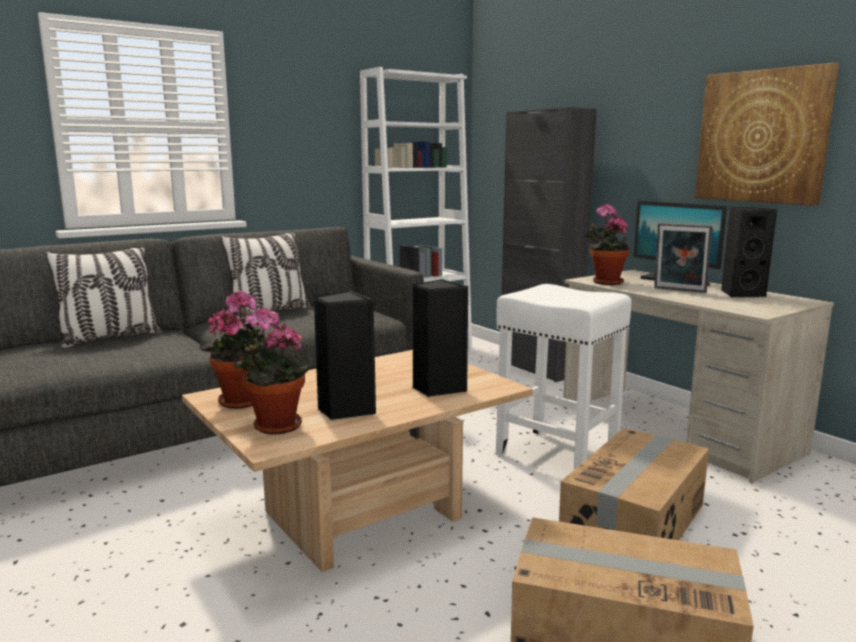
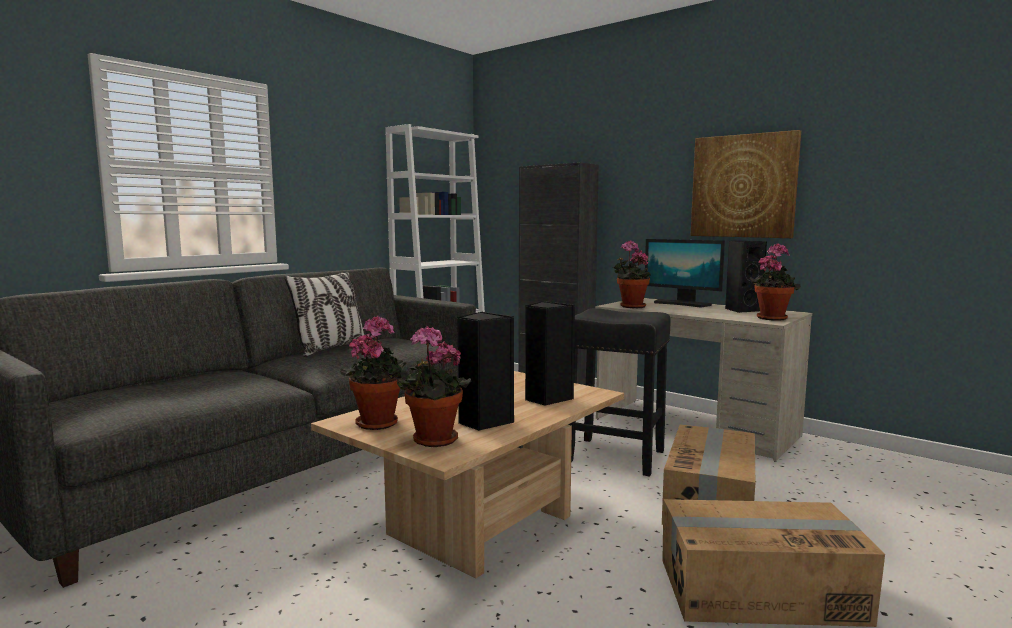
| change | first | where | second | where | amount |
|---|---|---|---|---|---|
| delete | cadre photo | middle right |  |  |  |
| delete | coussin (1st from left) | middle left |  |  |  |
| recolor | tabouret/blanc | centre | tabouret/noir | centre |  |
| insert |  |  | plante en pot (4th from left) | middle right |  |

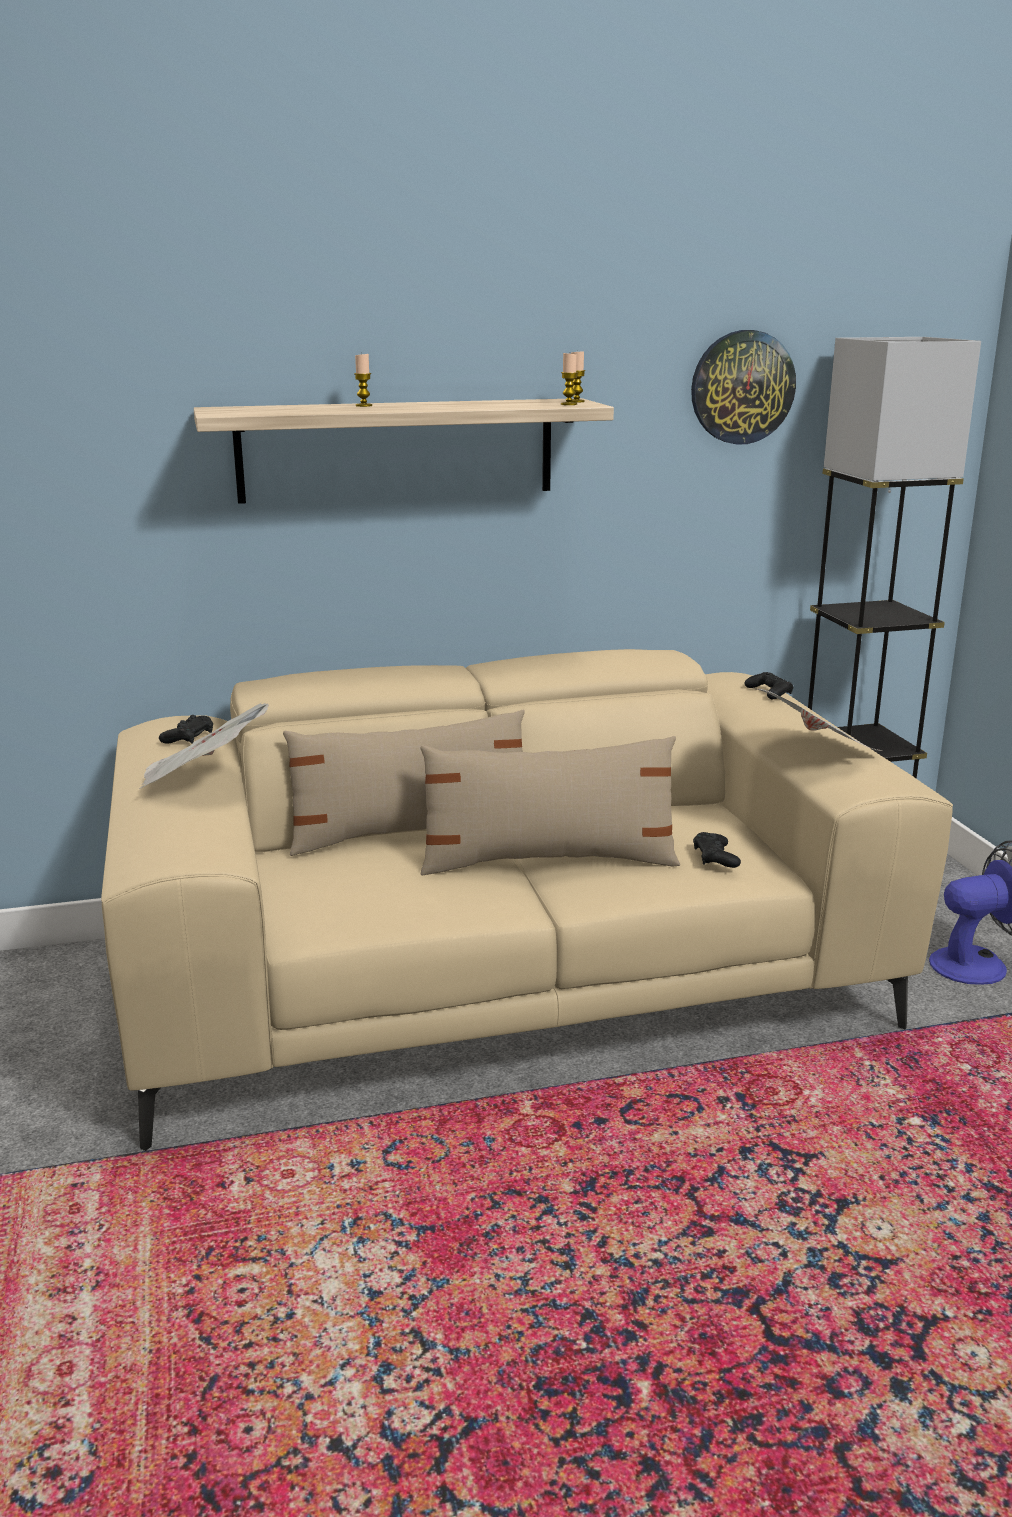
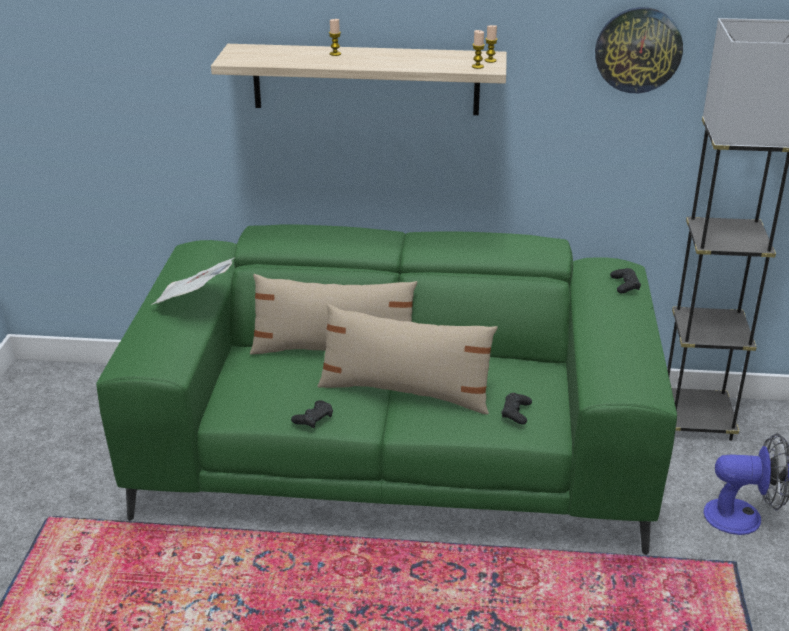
| change | first | where | second | where | amount |
|---|---|---|---|---|---|
| recolor | canapé/beige | centre | canapé/vert | centre |  |
| delete | journal (2nd from left) | middle right |  |  |  |
| move | manette/noir (1st from left) | middle left |  | centre |  |

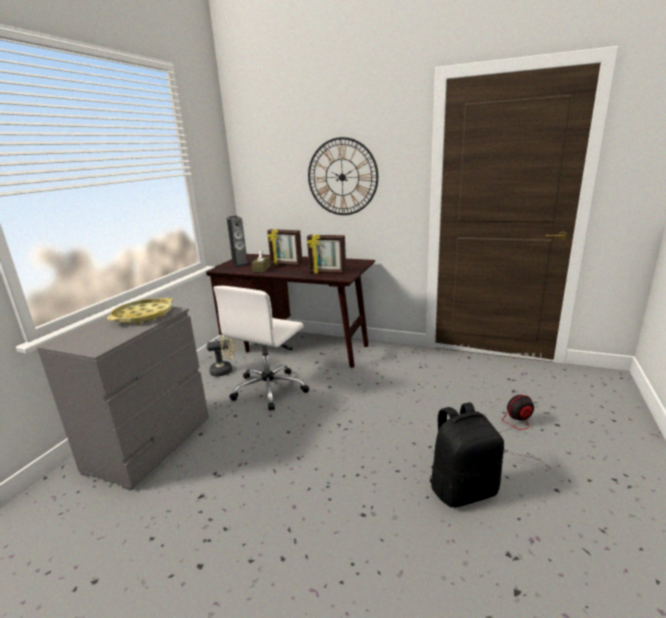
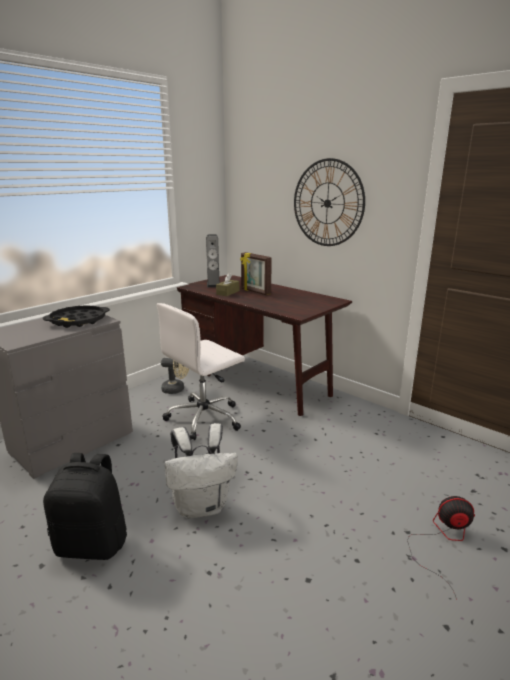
| change | first | where | second | where | amount |
|---|---|---|---|---|---|
| delete | cadre photo (2nd from left) | centre |  |  |  |
| recolor | plateau/jaune | middle left | plateau/noir | middle left |  |
| move | sac à dos/noir | bottom right |  | bottom left |  |
| insert |  |  | sac à dos/blanc | bottom centre |  |

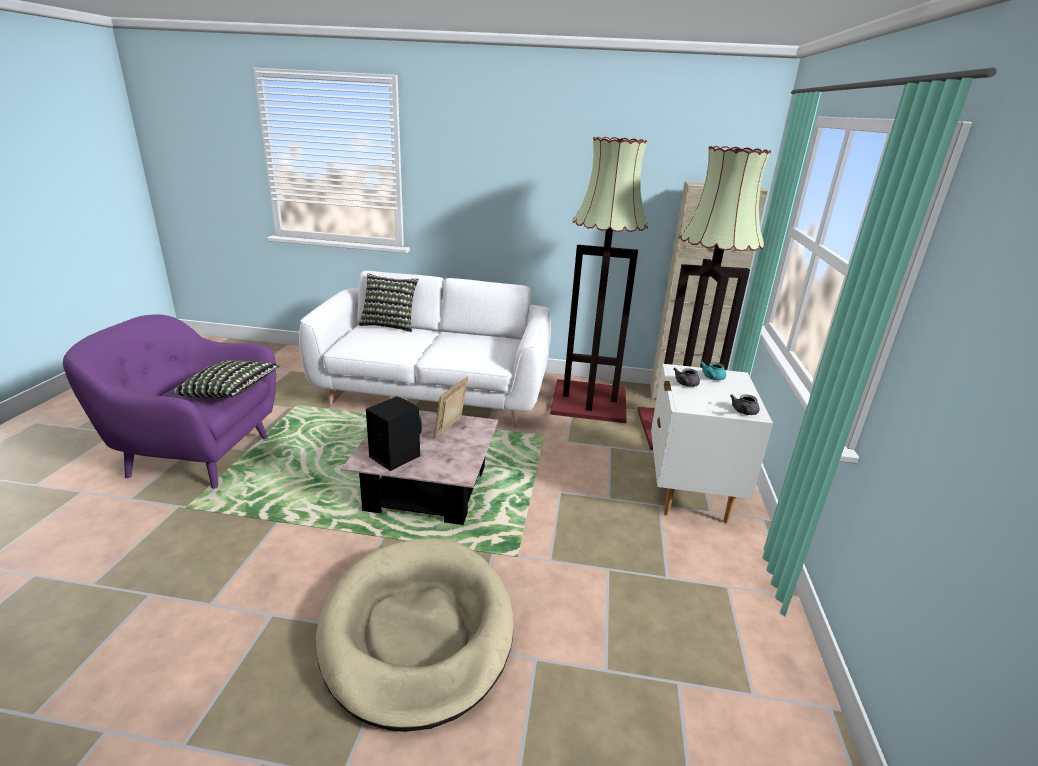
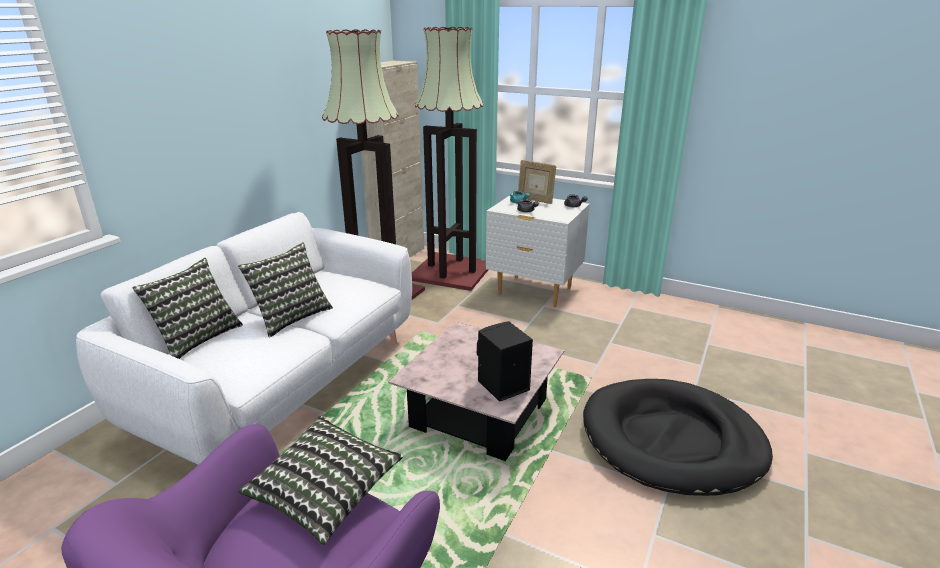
| change | first | where | second | where | amount |
|---|---|---|---|---|---|
| move | cadre photo | centre |  | top centre |  |
| recolor | panier pour chien/beige | bottom centre | panier pour chien/noir | bottom right |  |
| insert |  |  | coussin (2nd from left) | middle left |  |

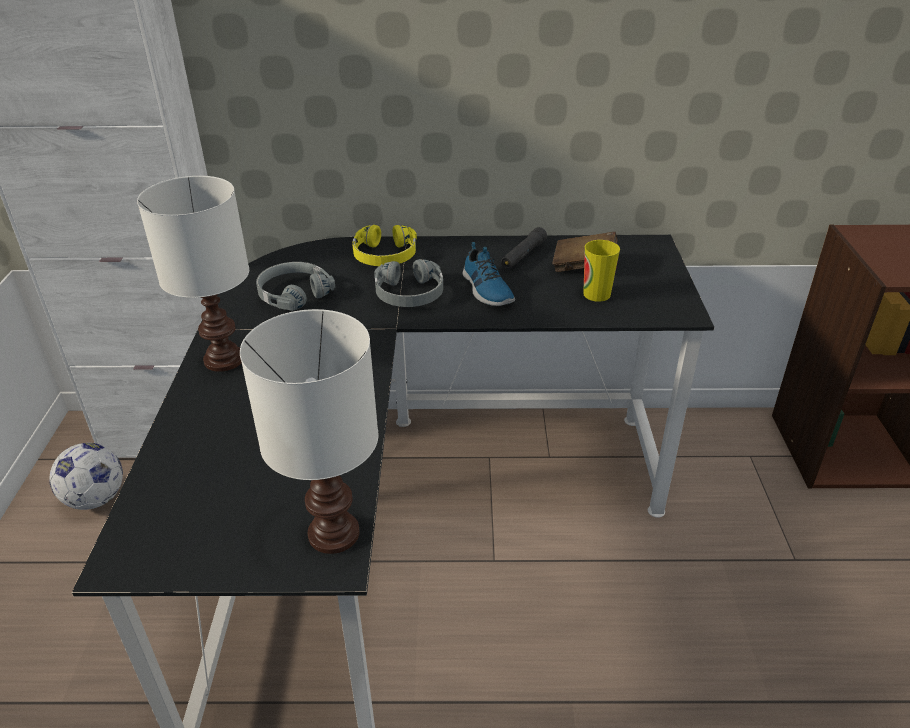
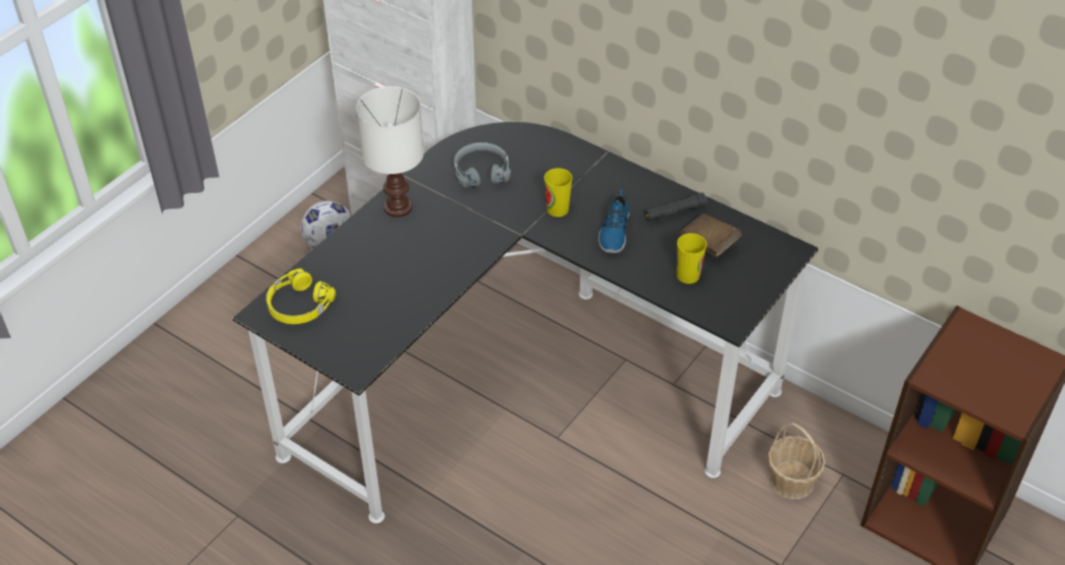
| change | first | where | second | where | amount |
|---|---|---|---|---|---|
| move | casque audio/jaune | centre |  | middle left |  |
| replace | casque audio/gris (2nd from left) | centre | tasse (1st from left) | centre |  |
| delete | lampe de table/blanc (2nd from left) | centre |  |  |  |
| insert |  |  | panier | bottom right |  |

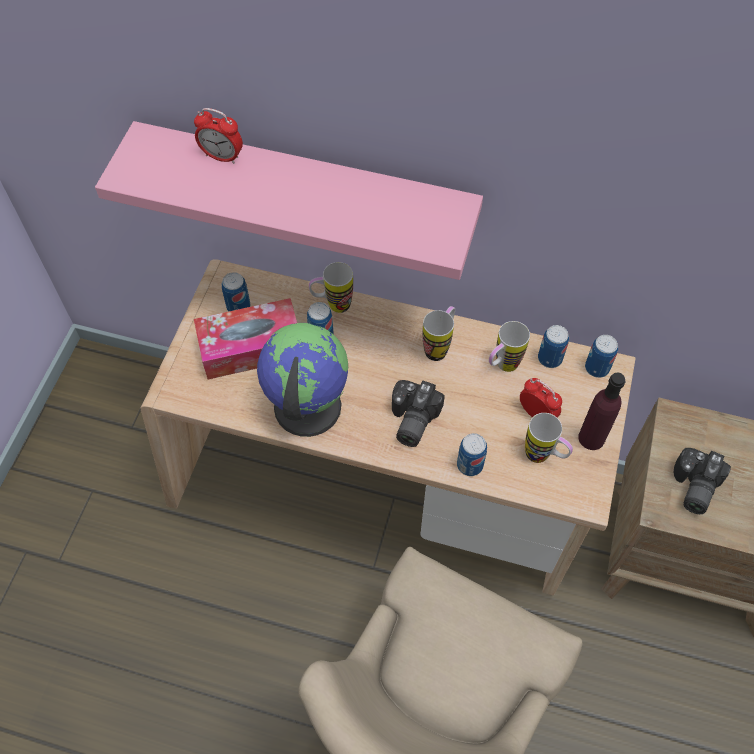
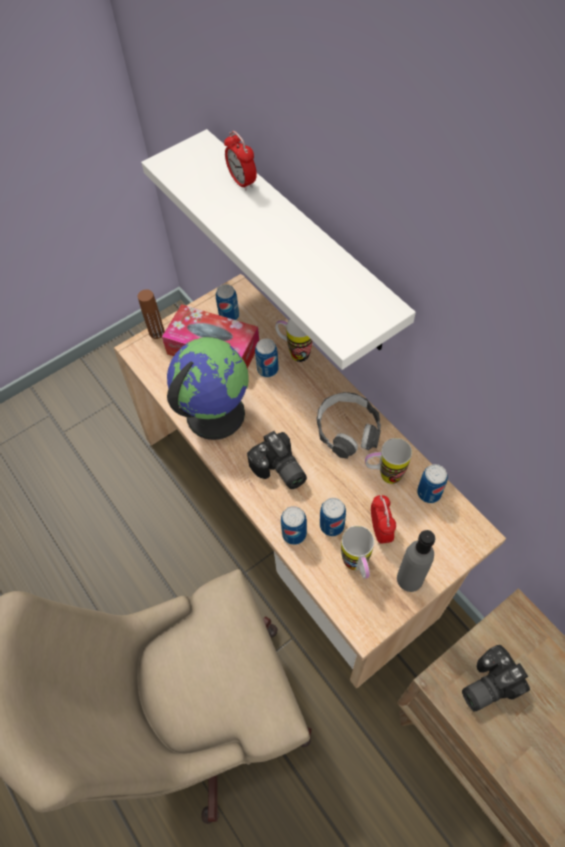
| change | first | where | second | where | amount |
|---|---|---|---|---|---|
| recolor | étagère/rose | top centre | étagère/blanc | top centre |  |
| replace | mug (2nd from left) | centre | casque audio | centre |  |
| move | boîte métallique (5th from left in the first image) | middle right | boîte métallique (4th from left) | centre |  |
| recolor | bouteille/violet | middle right | bouteille/gris | middle right |  |
| rotate | appareil photo (1st from left) | centre |  | centre | 90 degrees counterclockwise |
| insert |  |  | bouteille/marron | middle left |  |

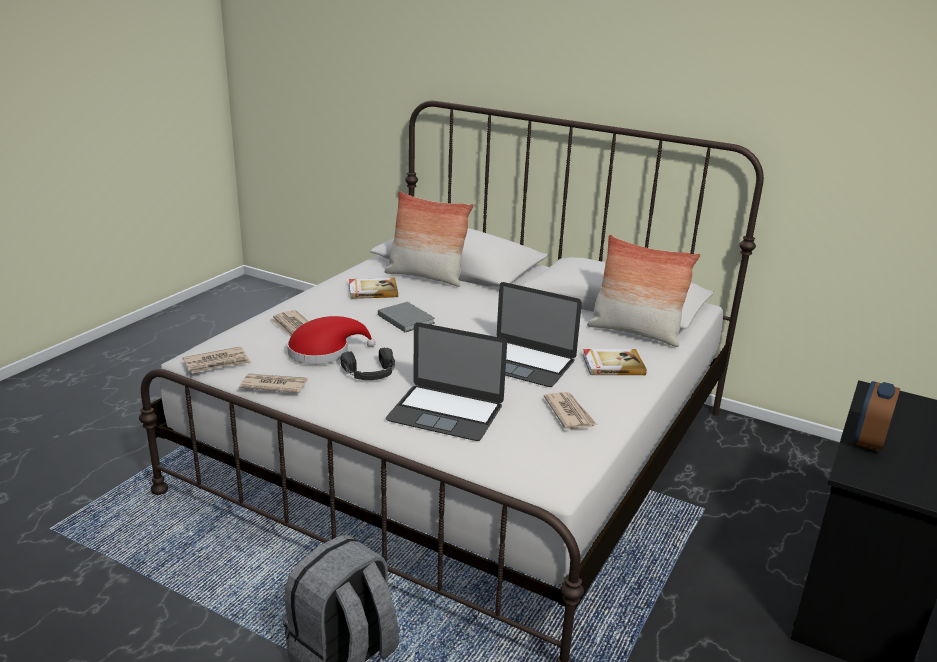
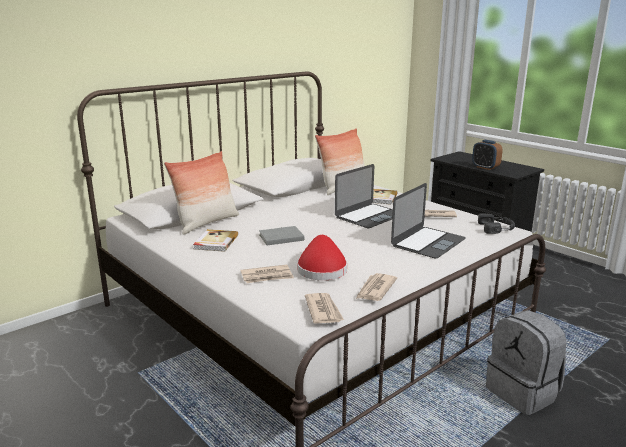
| change | first | where | second | where | amount |
|---|---|---|---|---|---|
| move | casque audio/noir | centre |  | middle right |  |

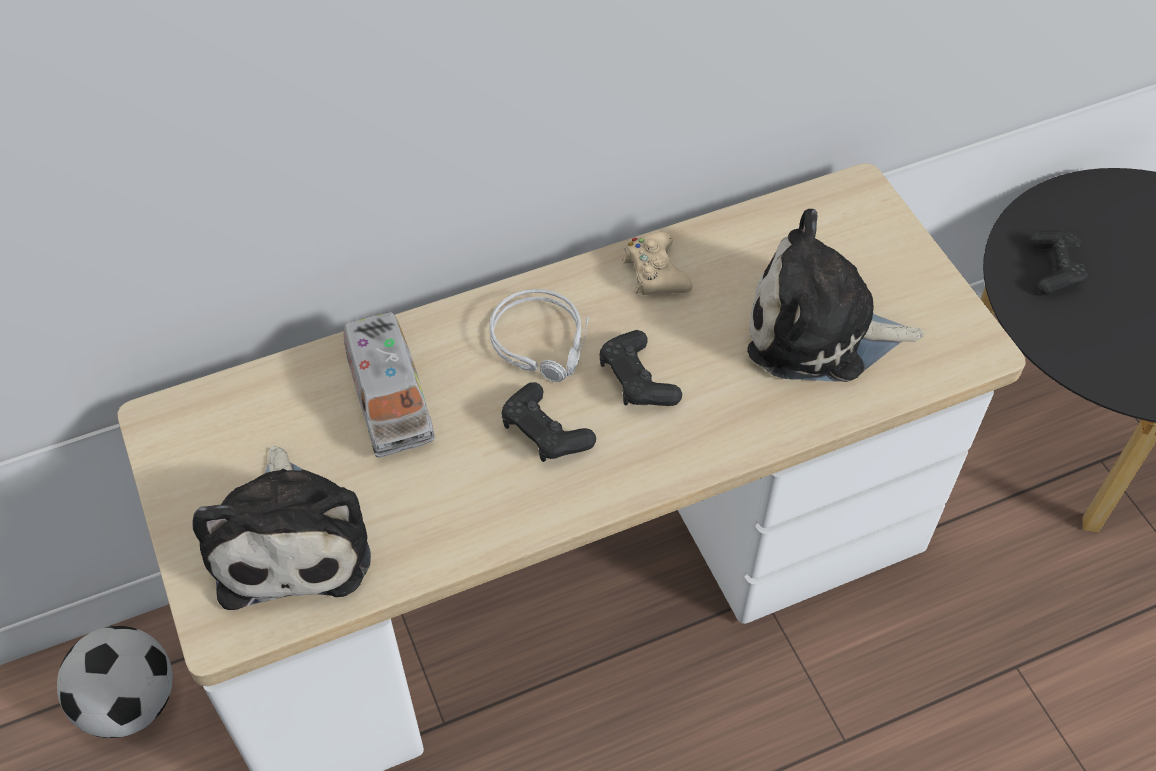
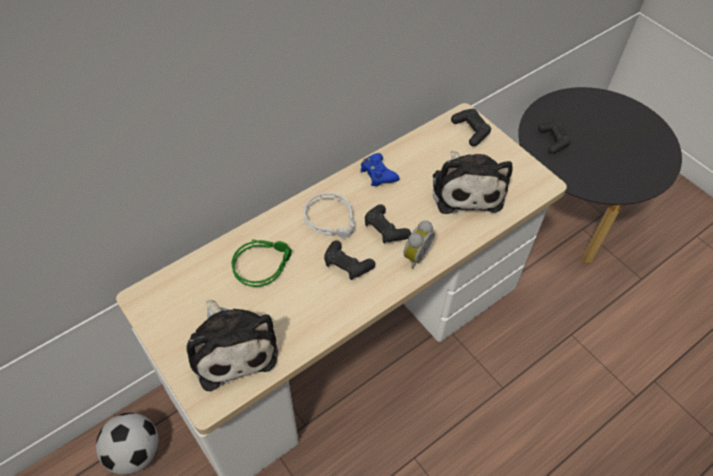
| change | first | where | second | where | amount |
|---|---|---|---|---|---|
| rotate | peluche (2nd from left) | middle right |  | centre | 90 degrees counterclockwise |
| recolor | manette/beige | centre | manette/bleu | centre |  |
| replace | camion jouet | centre | casque audio/vert | centre |  |
| insert |  |  | manette/noir (3rd from left) | top centre |  |
| insert |  |  | réveil | centre |  |

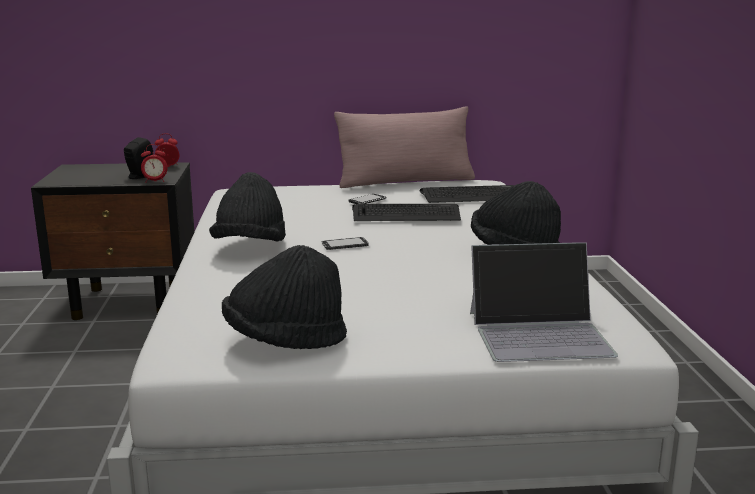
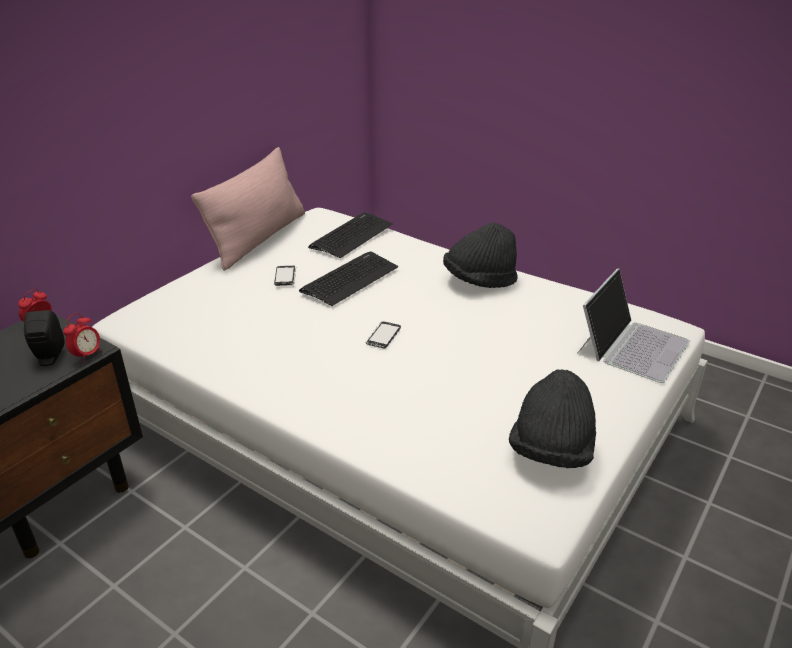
| change | first | where | second | where | amount |
|---|---|---|---|---|---|
| delete | chapeau/noir (1st from left) | middle left |  |  |  |

